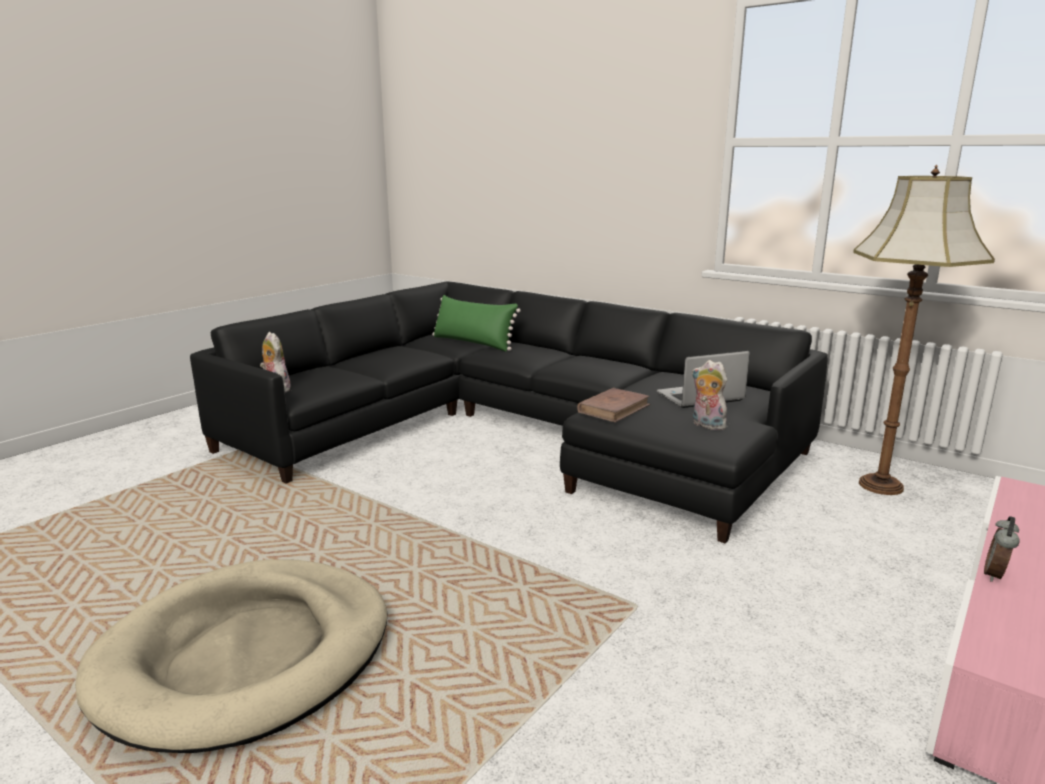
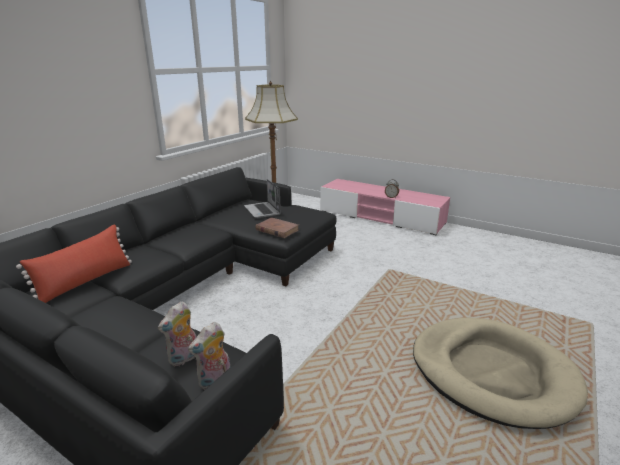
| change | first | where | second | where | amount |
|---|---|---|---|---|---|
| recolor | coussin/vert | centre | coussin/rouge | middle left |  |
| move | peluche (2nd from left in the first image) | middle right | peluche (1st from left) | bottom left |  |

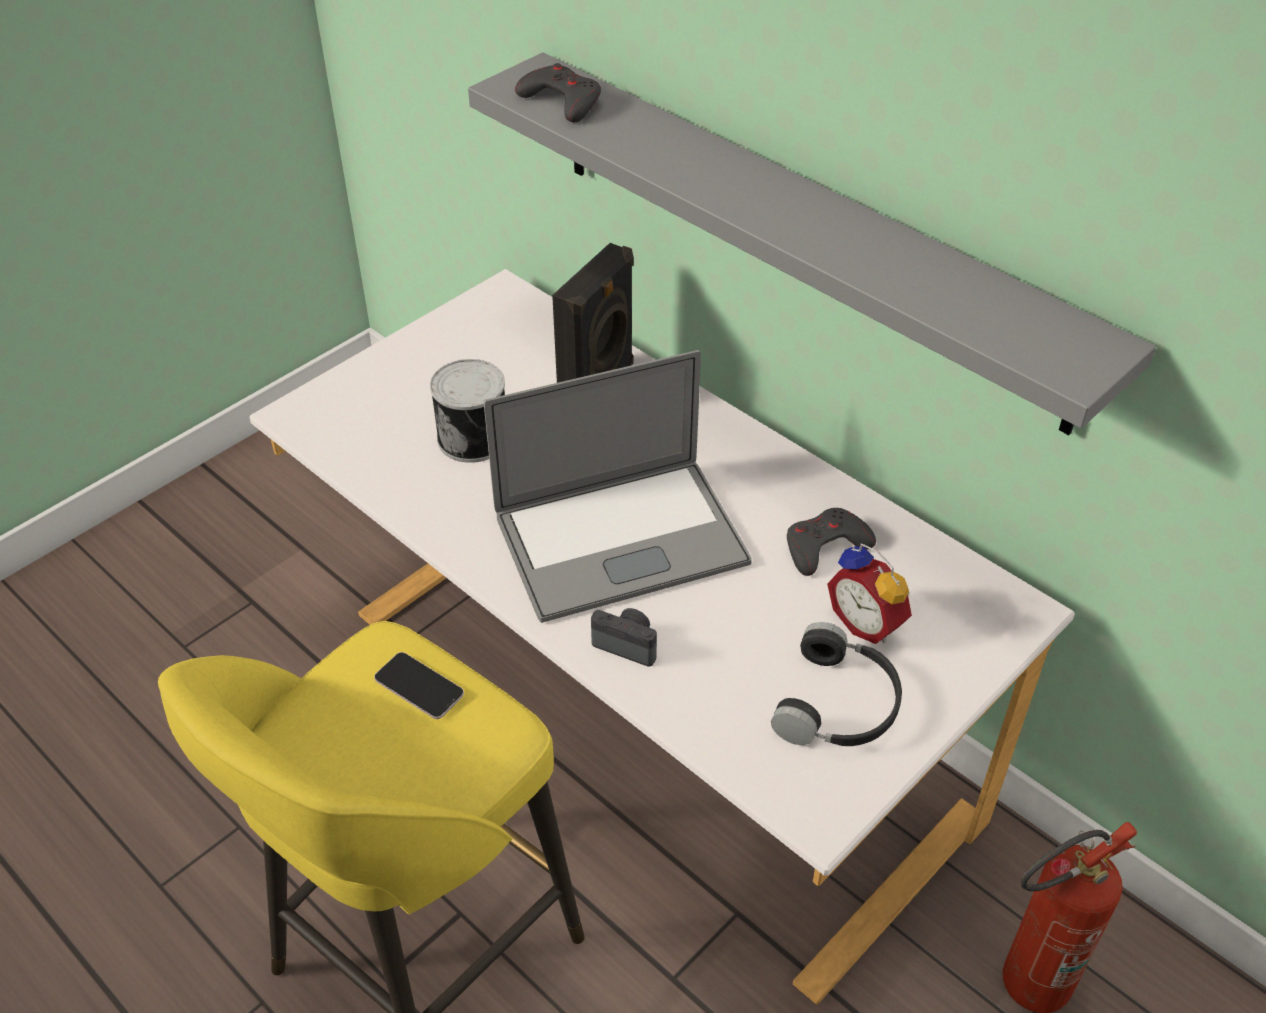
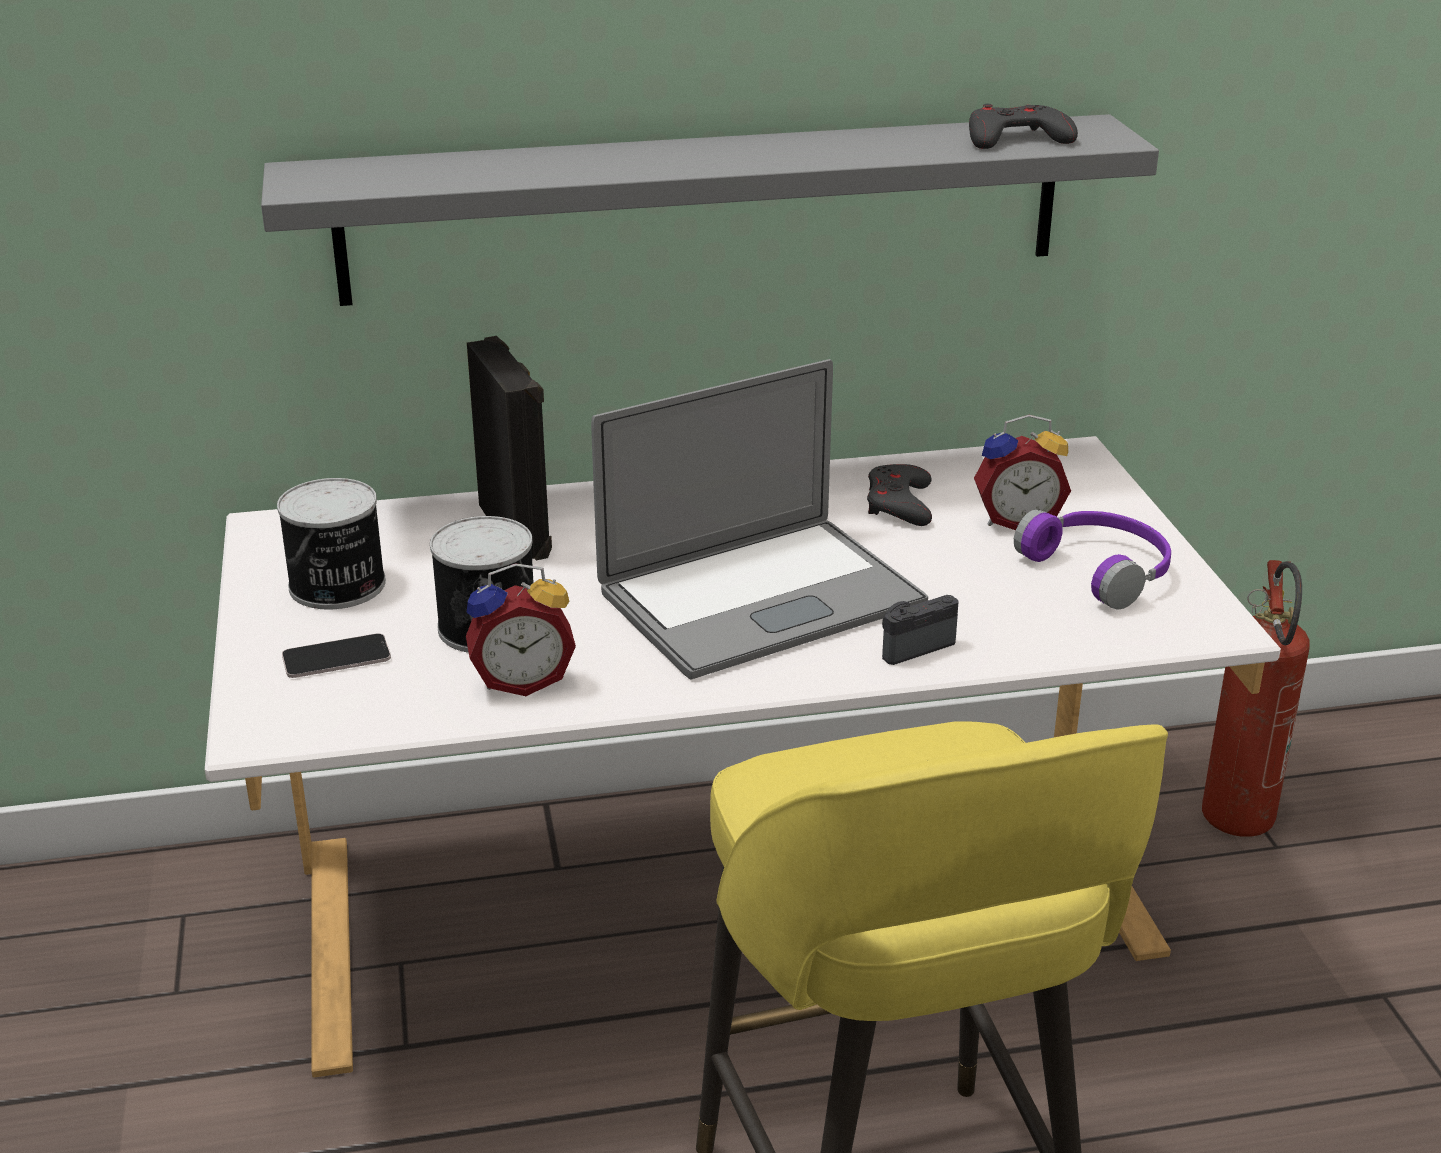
| change | first | where | second | where | amount |
|---|---|---|---|---|---|
| move | manette/gris (1st from left in the first image) | top centre | manette/gris (2nd from left) | top right |  |
| rotate | ordinateur portable | centre |  | centre | 45 degrees clockwise |
| recolor | casque audio/noir | bottom centre | casque audio/violet | middle right |  |
| move | téléphone | bottom left |  | middle left |  |
| insert |  |  | boîte métallique (1st from left) | middle left |  |
| insert |  |  | réveil (1st from left) | centre |  |

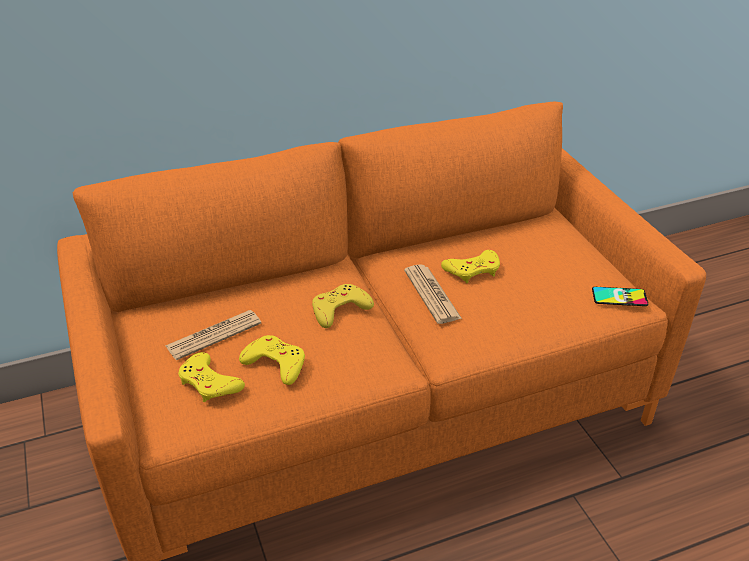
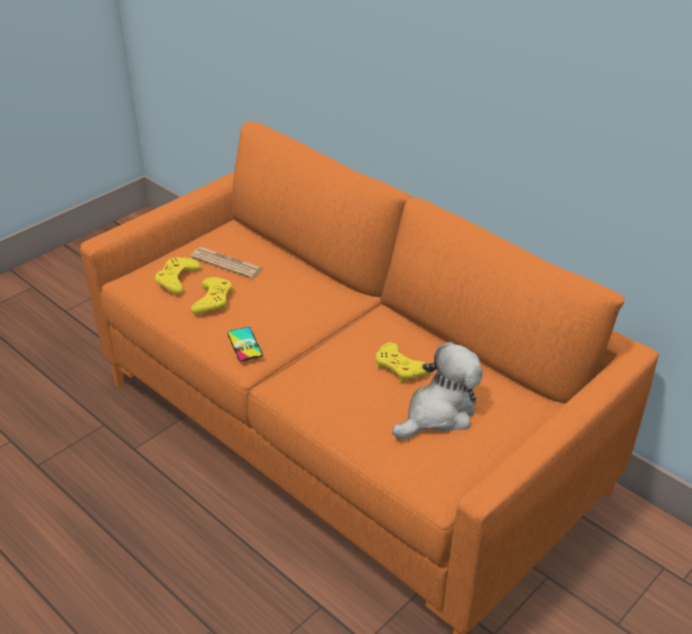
| change | first | where | second | where | amount |
|---|---|---|---|---|---|
| delete | journal (2nd from left) | centre |  |  |  |
| delete | manette/jaune (3rd from left) | centre |  |  |  |
| move | téléphone | middle right |  | centre |  |
| insert |  |  | peluche | centre |  |

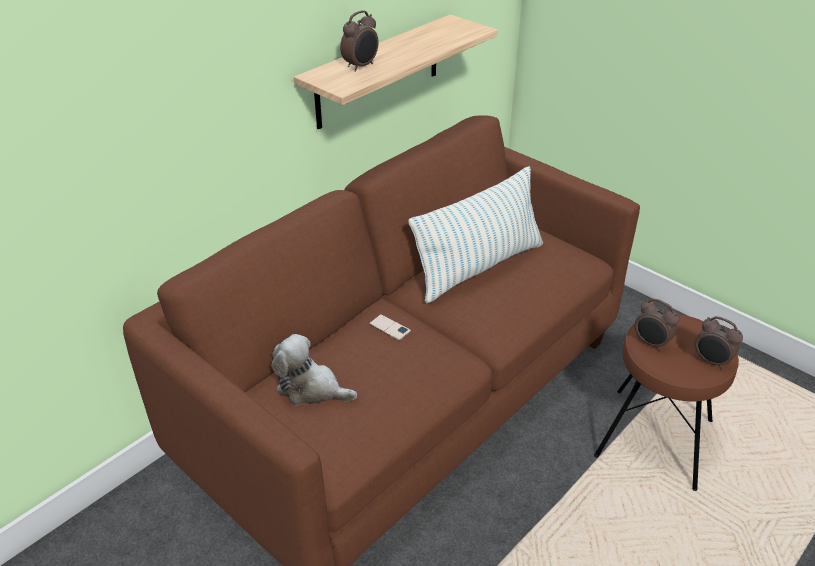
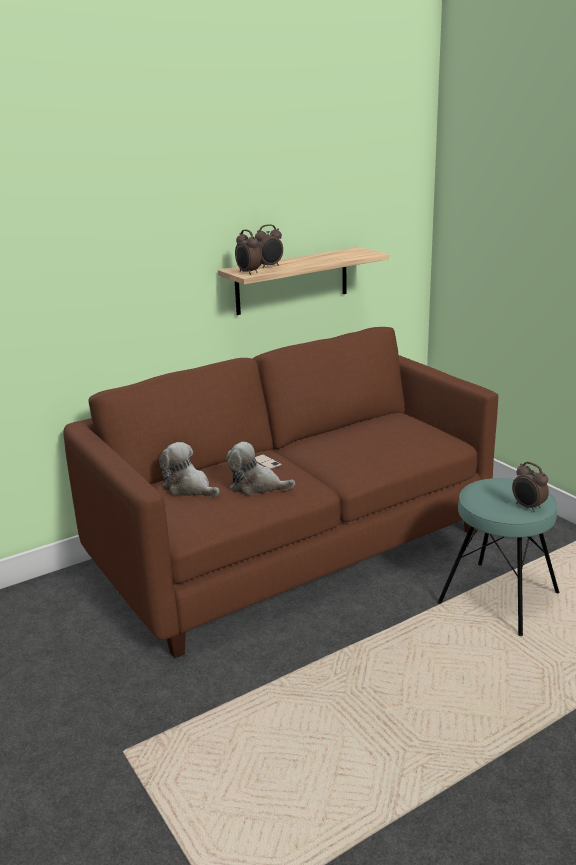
| change | first | where | second | where | amount |
|---|---|---|---|---|---|
| delete | coussin | centre |  |  |  |
| move | réveil (2nd from left in the first image) | middle right | réveil (1st from left) | top centre |  |
| recolor | tabouret/marron | bottom right | tabouret/turquoise | middle right |  |
| insert |  |  | peluche (2nd from left) | centre |  |

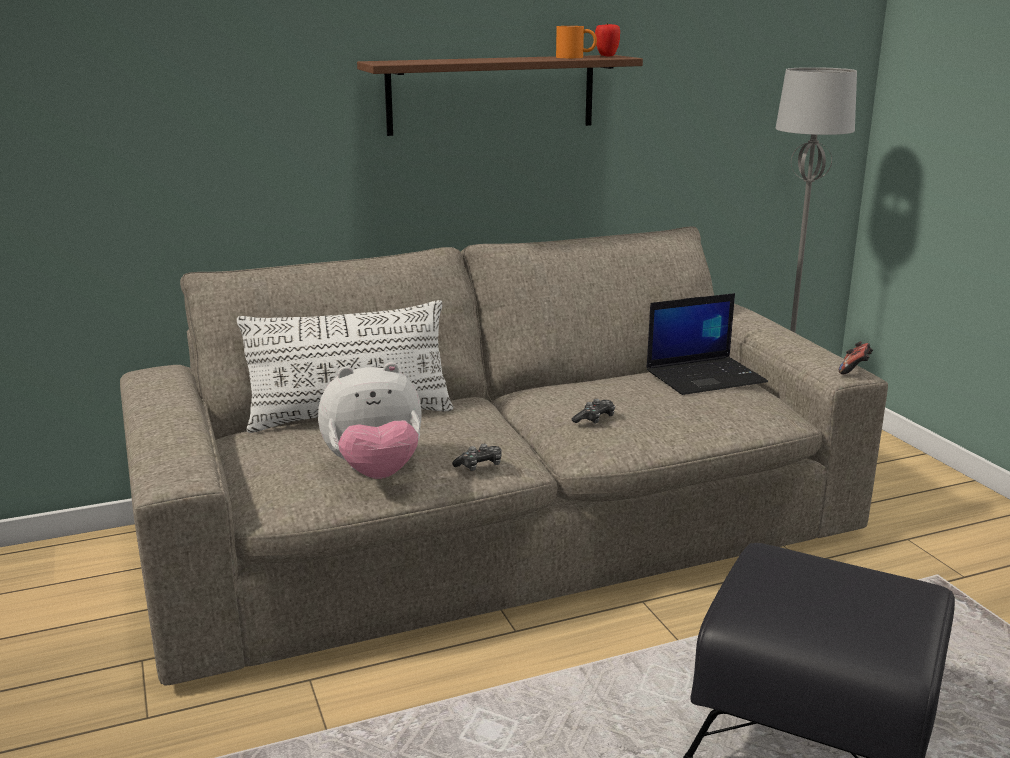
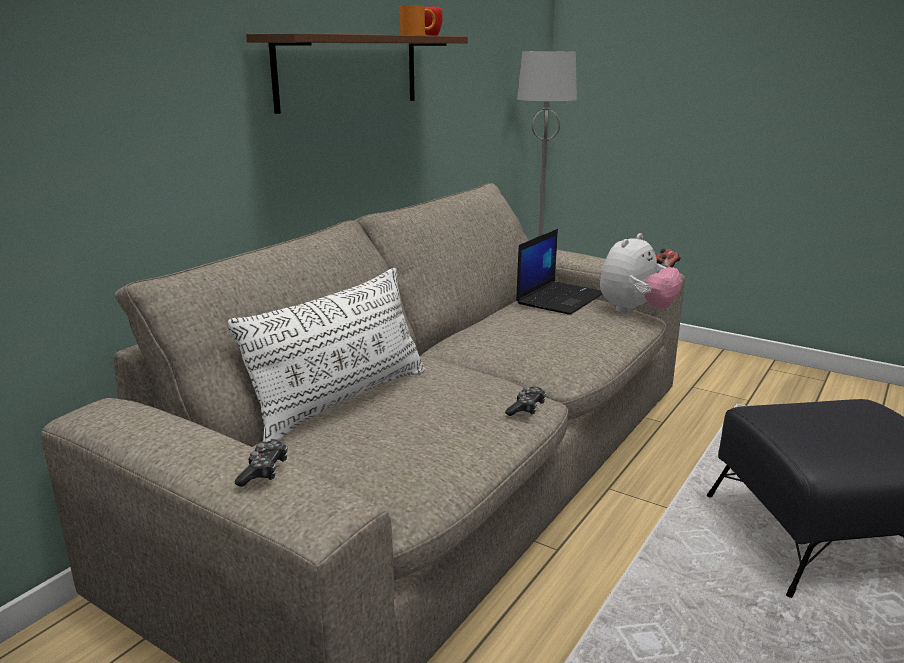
| change | first | where | second | where | amount |
|---|---|---|---|---|---|
| move | peluche | centre |  | middle right |  |
| move | manette (2nd from left in the first image) | centre | manette (1st from left) | bottom left |  |

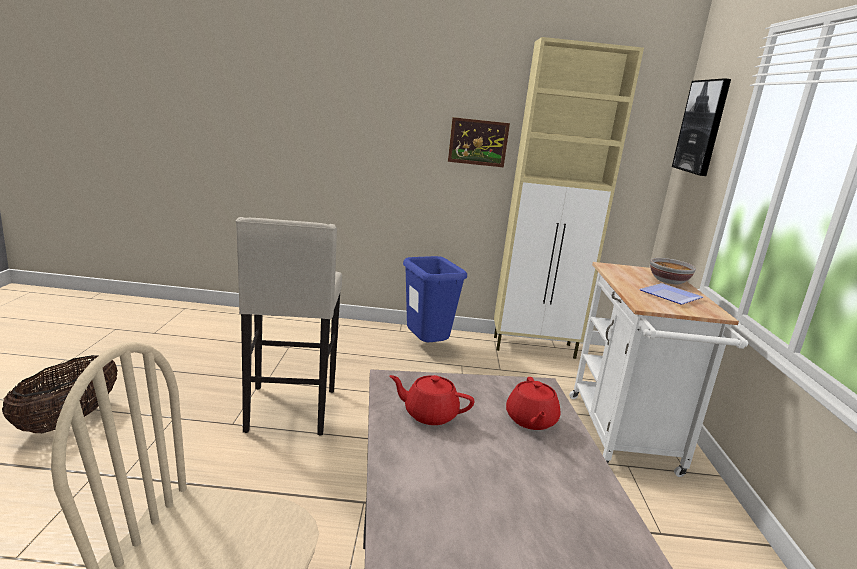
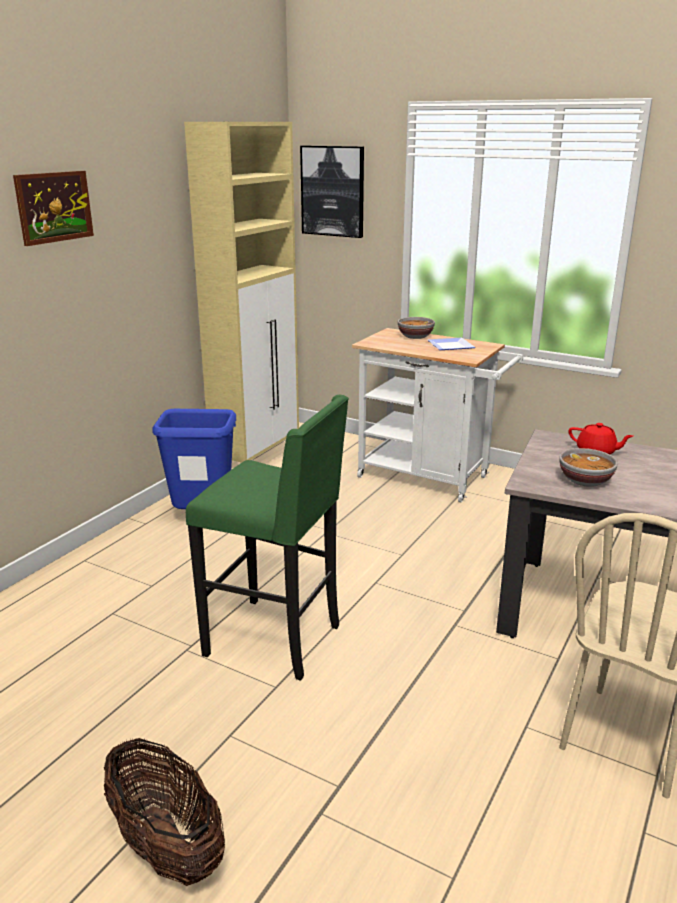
| change | first | where | second | where | amount |
|---|---|---|---|---|---|
| move | tableau (1st from left) | top centre |  | top left |  |
| recolor | tabouret/beige | centre | tabouret/vert | centre |  |
| replace | théière/rouge (1st from left) | bottom centre | bol (2nd from left) | middle right |  |

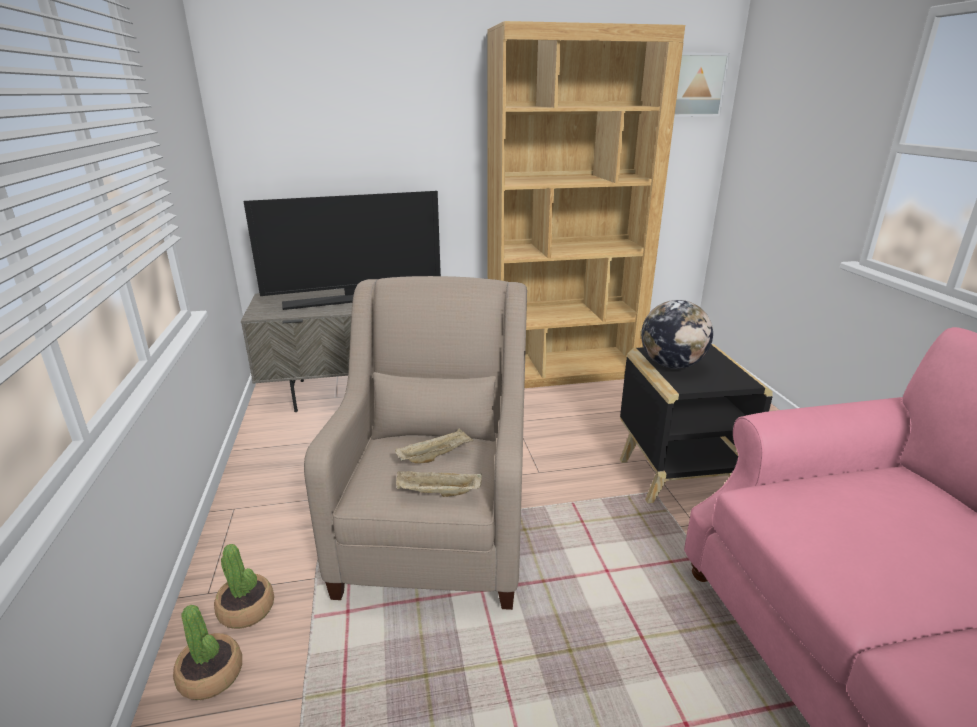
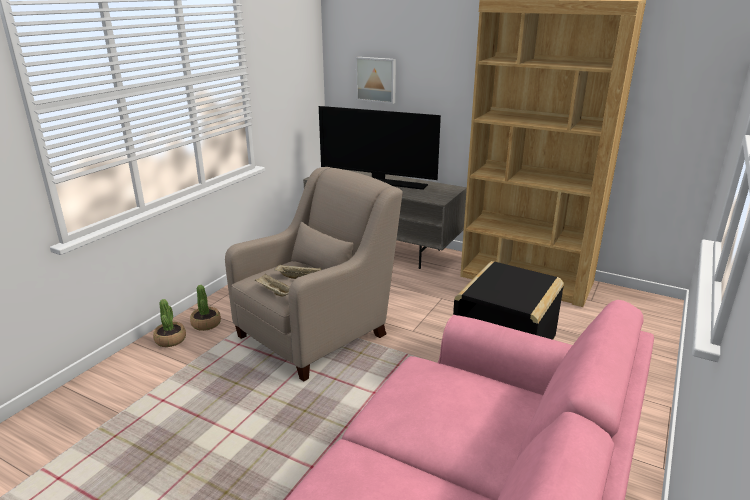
| change | first | where | second | where | amount |
|---|---|---|---|---|---|
| move | tableau | top right |  | top centre |  |
| delete | globe | middle right |  |  |  |

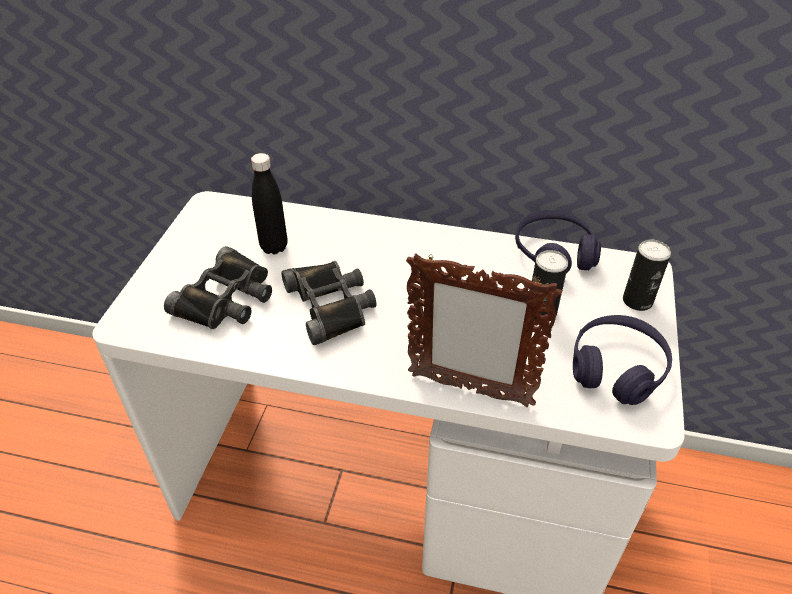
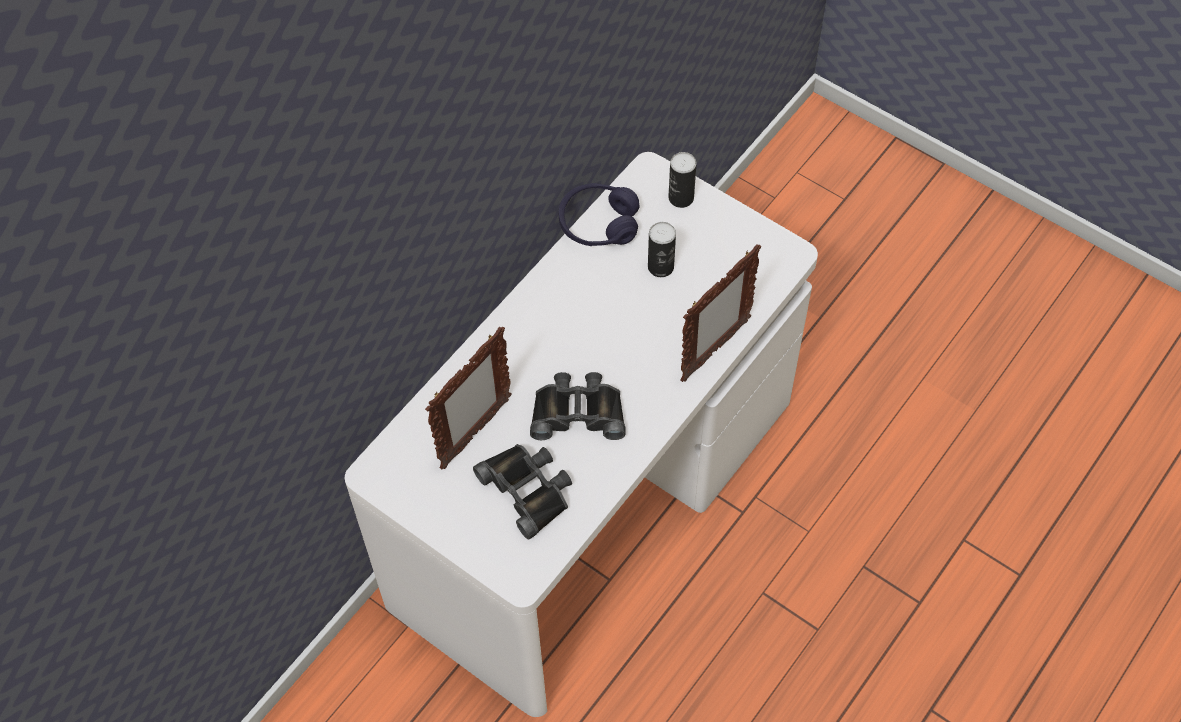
| change | first | where | second | where | amount |
|---|---|---|---|---|---|
| replace | bouteille/noir | centre | cadre photo (1st from left) | centre |  |
| delete | casque audio/violet (2nd from left) | middle right |  |  |  |

